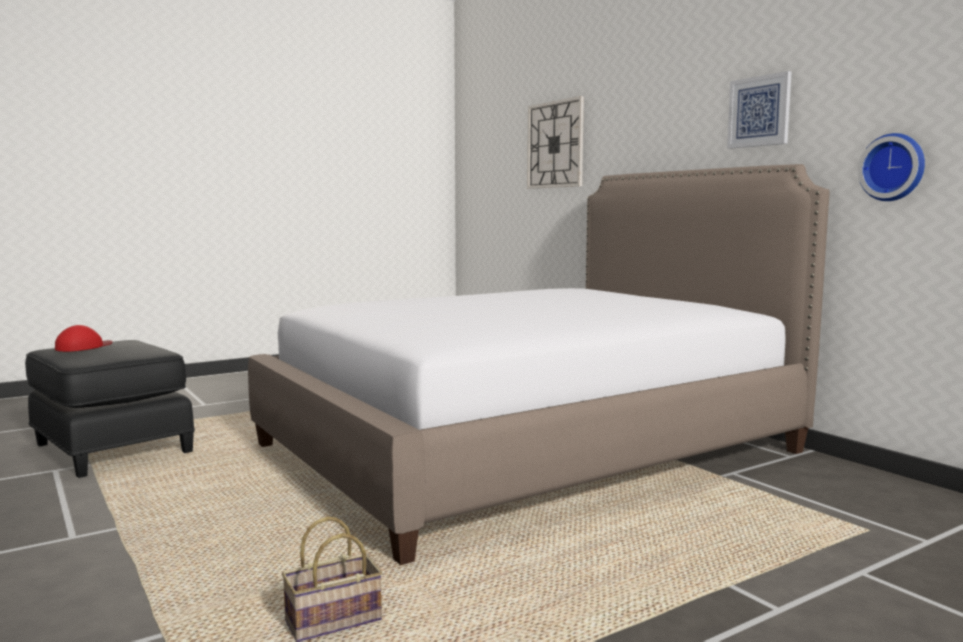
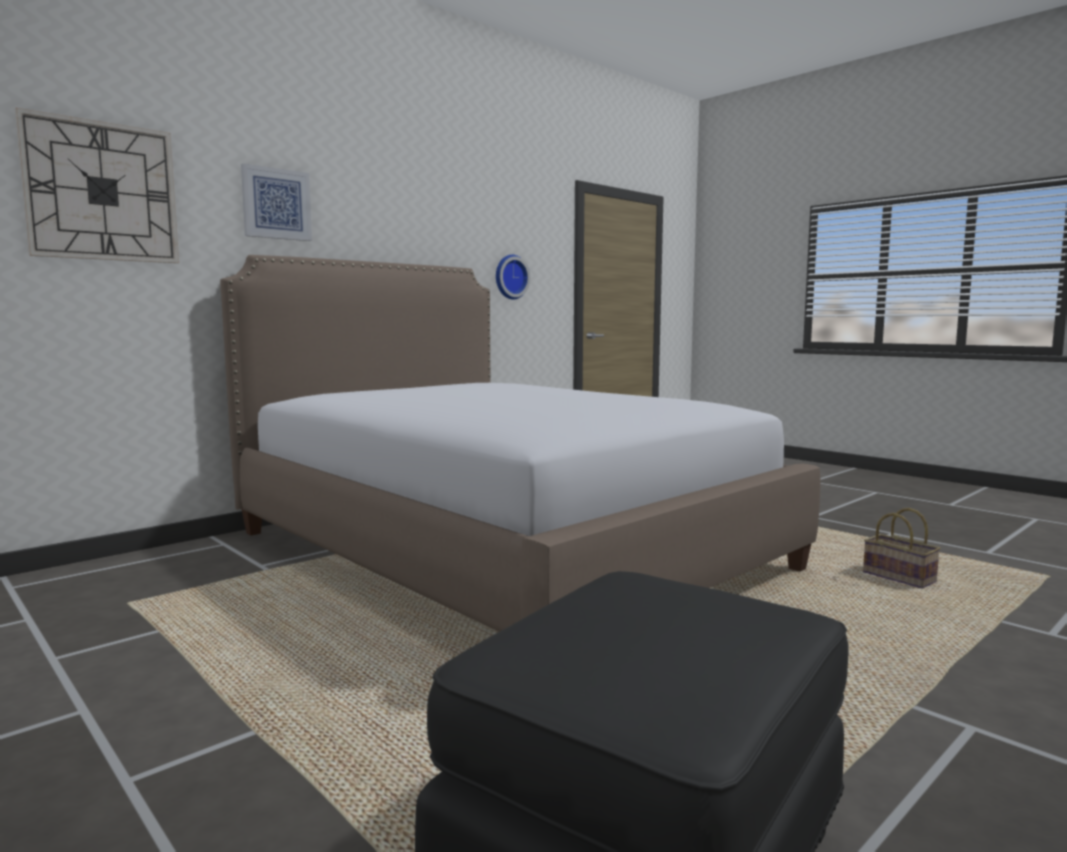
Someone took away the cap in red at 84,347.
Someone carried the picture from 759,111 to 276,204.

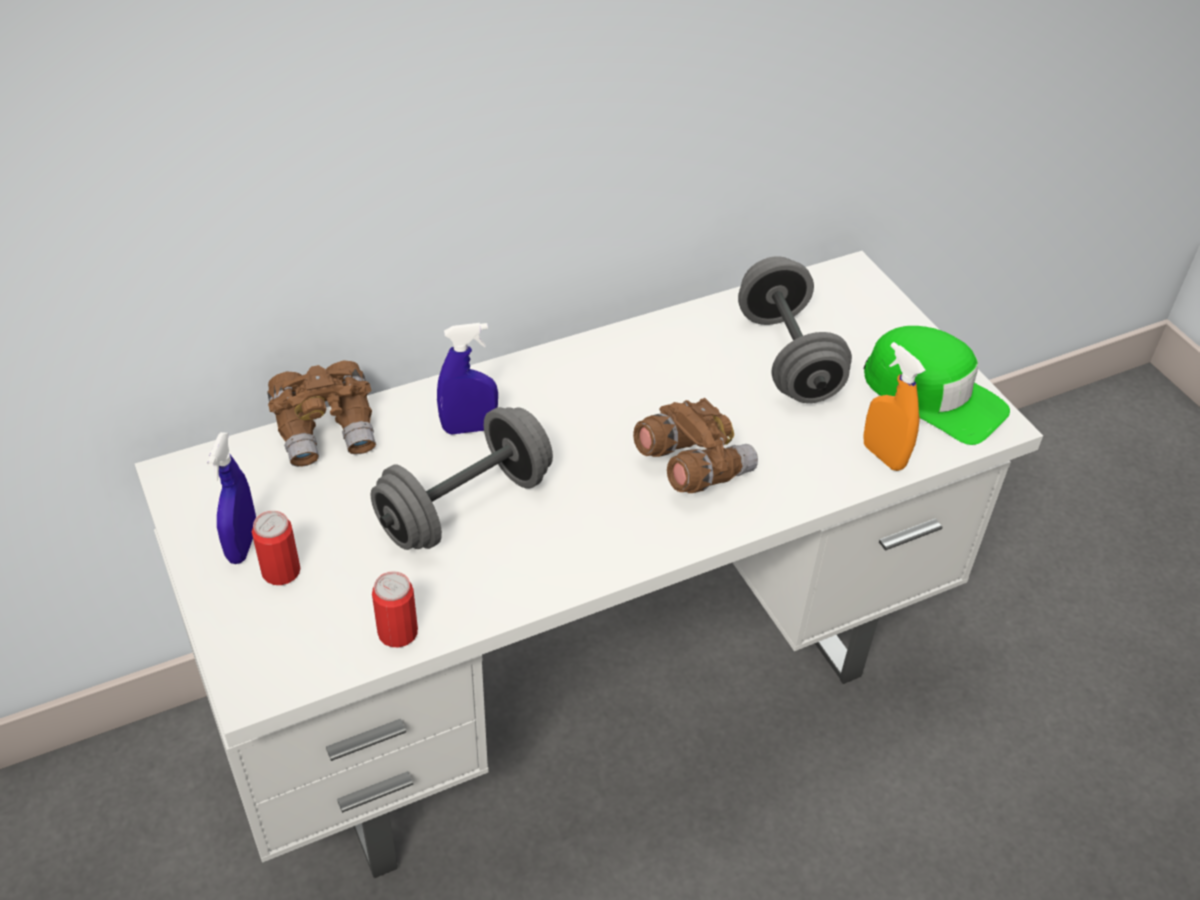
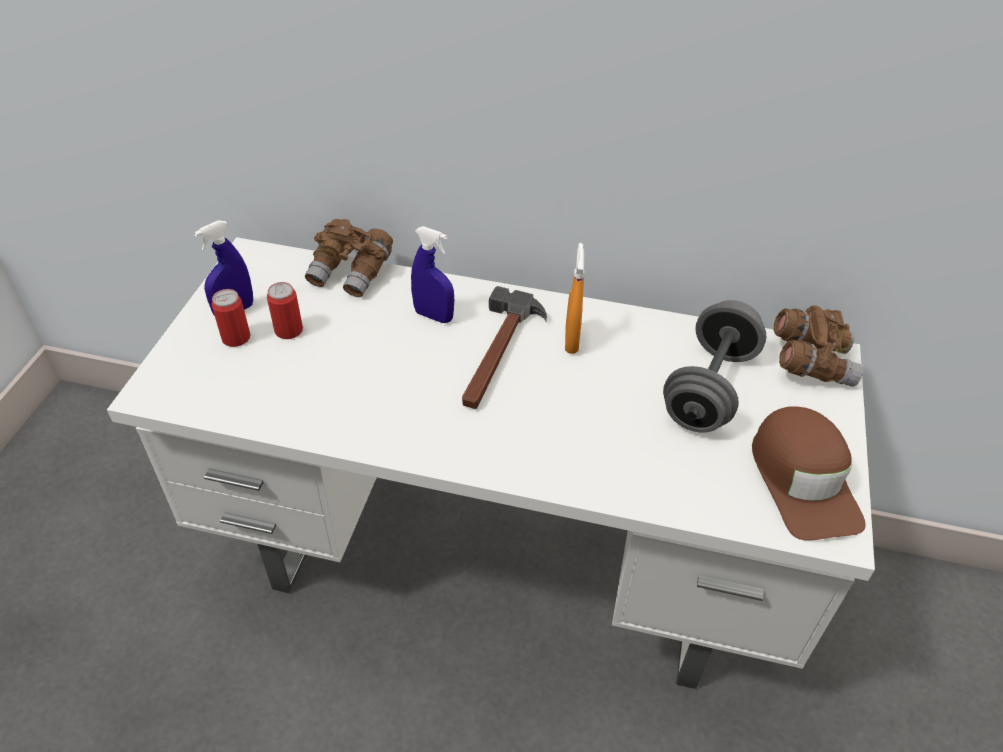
Someone took away the dumbbell in grey at 465,506.
Someone carried the can from 398,632 to 289,330.
Someone carried the binoculars in brown from 692,466 to 810,362.
Someone carried the spray bottle in orange from 883,456 to 571,341.
Someone repainted the cap in green at 933,395, which became the cap in brown at 803,481.
Someone put down the hammer at 498,353.

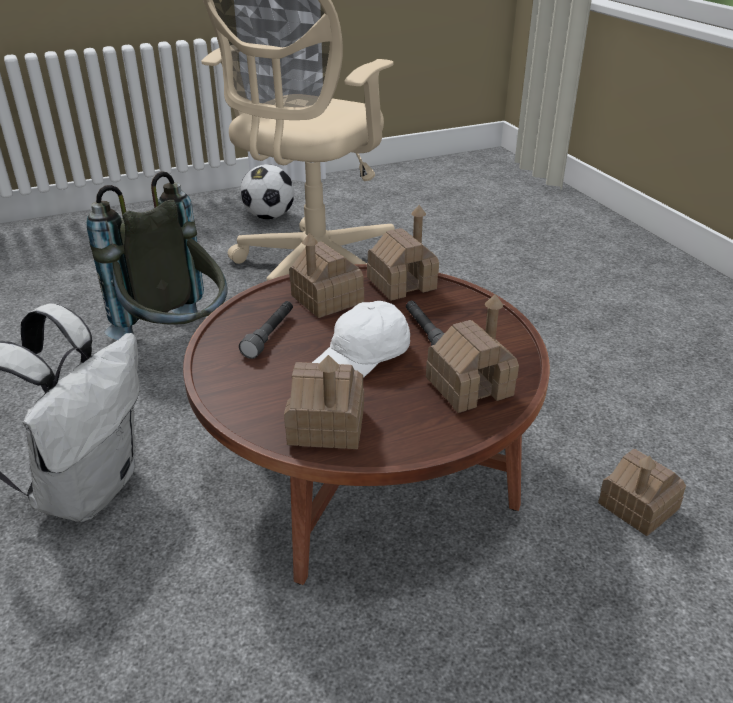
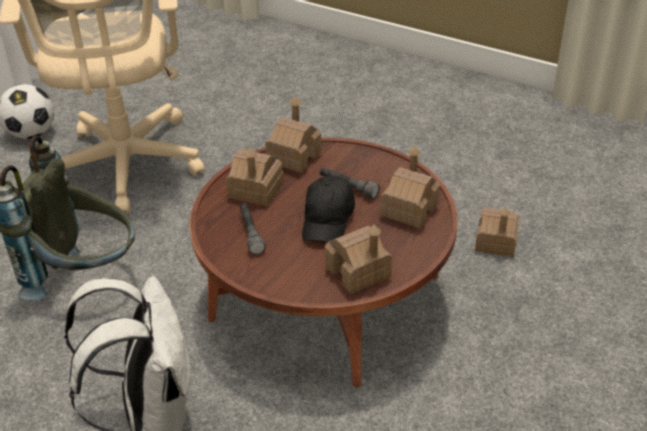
Someone repainted the cap in white at 363,358, which became the cap in black at 328,220.

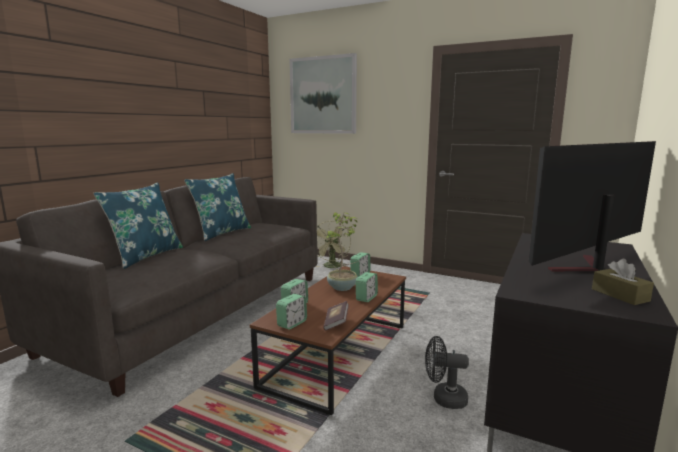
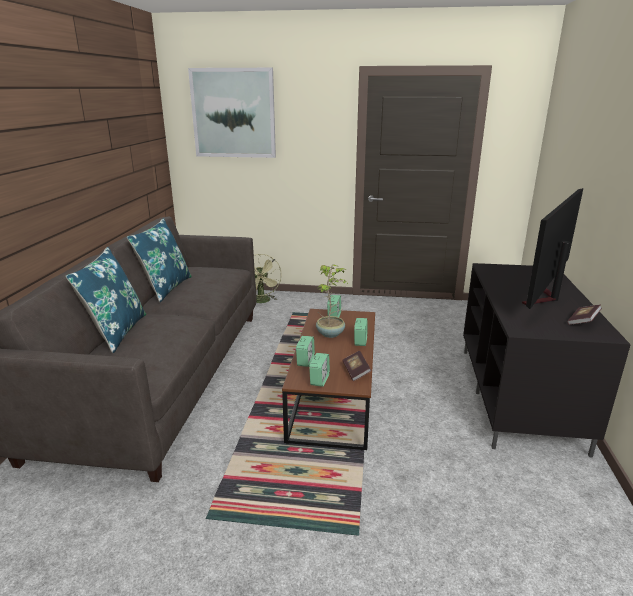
Someone took away the fan in black at 444,398.
Someone swapped the tissue box in brown at 620,295 for the book at 582,321.

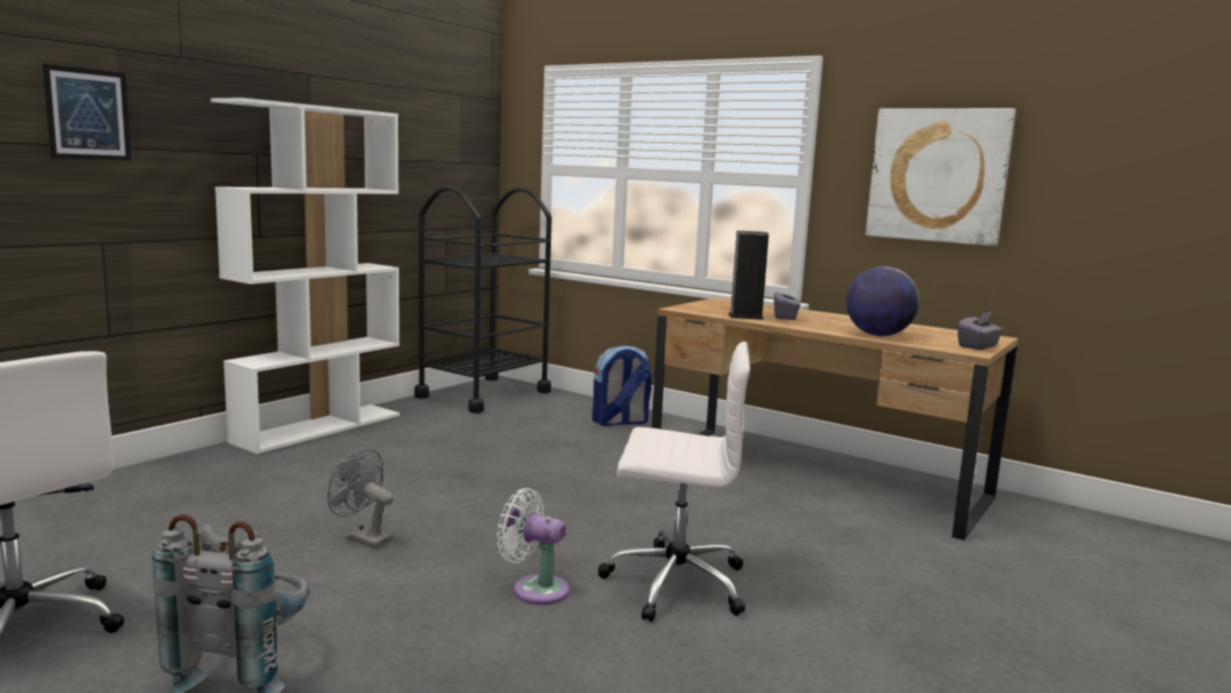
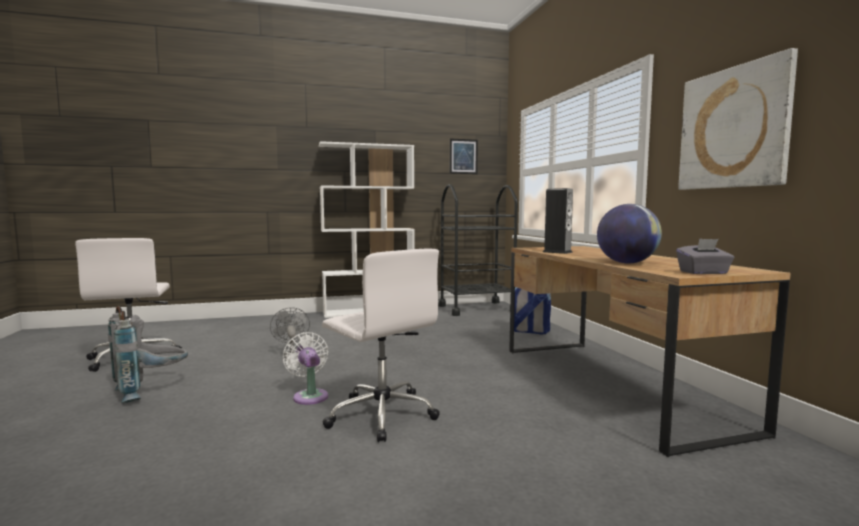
Someone carried the picture from 88,114 to 463,156.
Someone took away the tissue box in grey at 785,317.

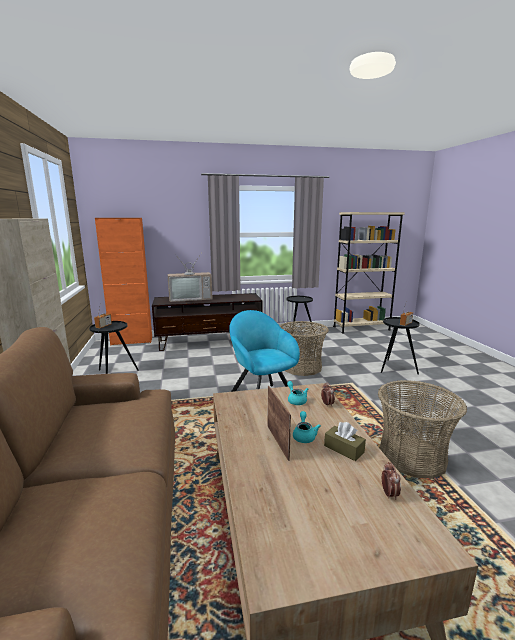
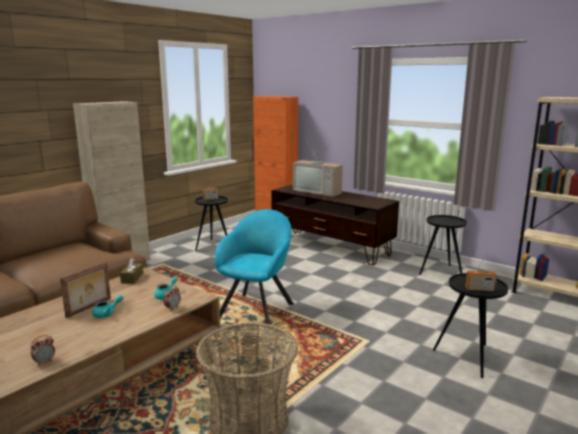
Someone took away the basket at 302,367.
Someone carried the tissue box in brown from 344,449 to 132,278.

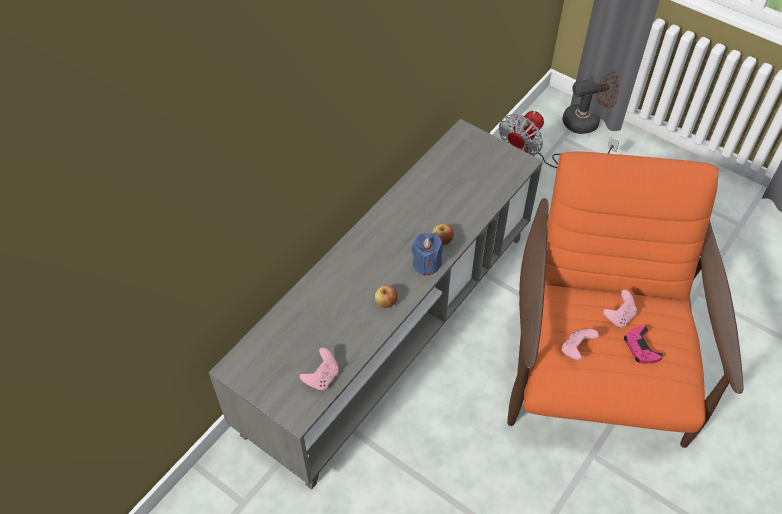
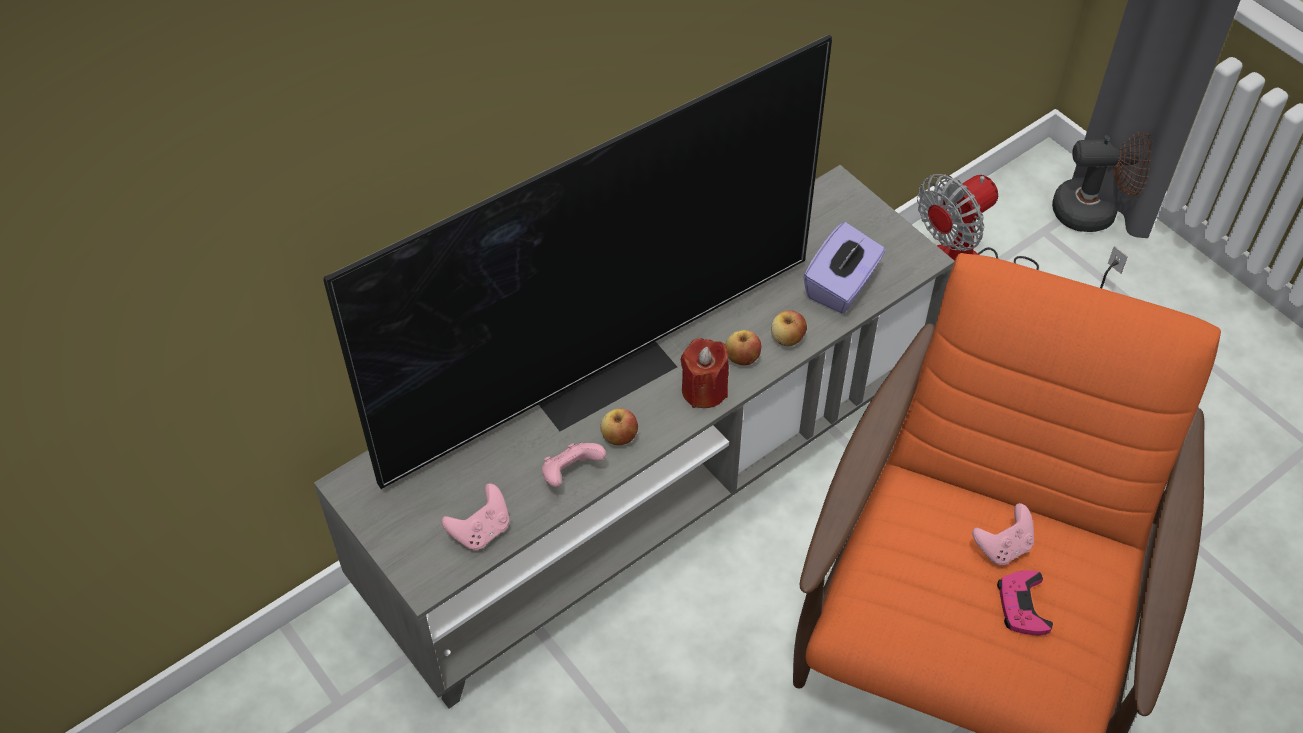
Someone repainted the candle in blue at 426,264, which became the candle in red at 704,390.
Someone carried the game controller in pink from 576,350 to 571,473.
Someone put down the television at 600,371.
Someone put down the apple at 787,338.
Someone put down the tissue box in purple at 841,286.

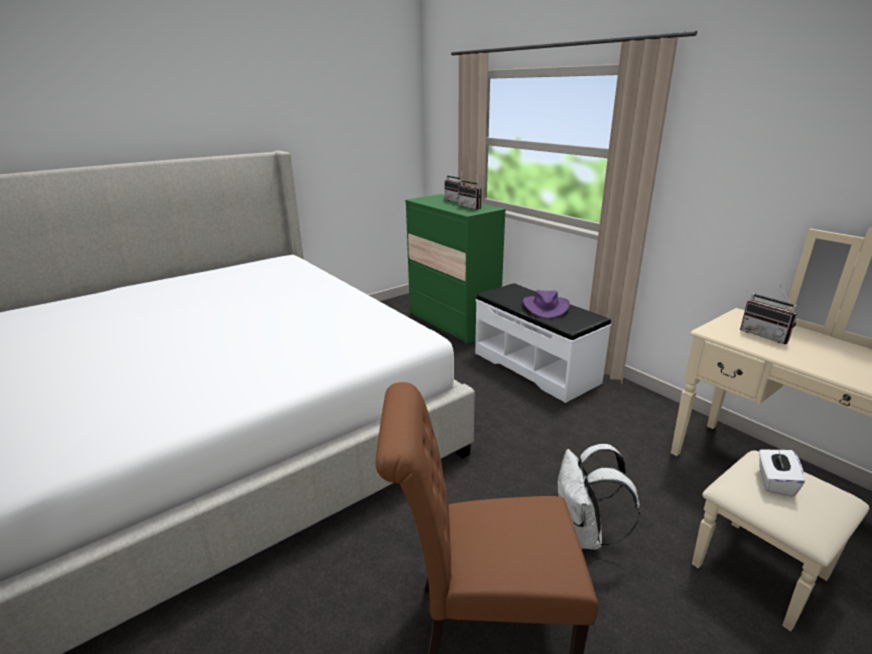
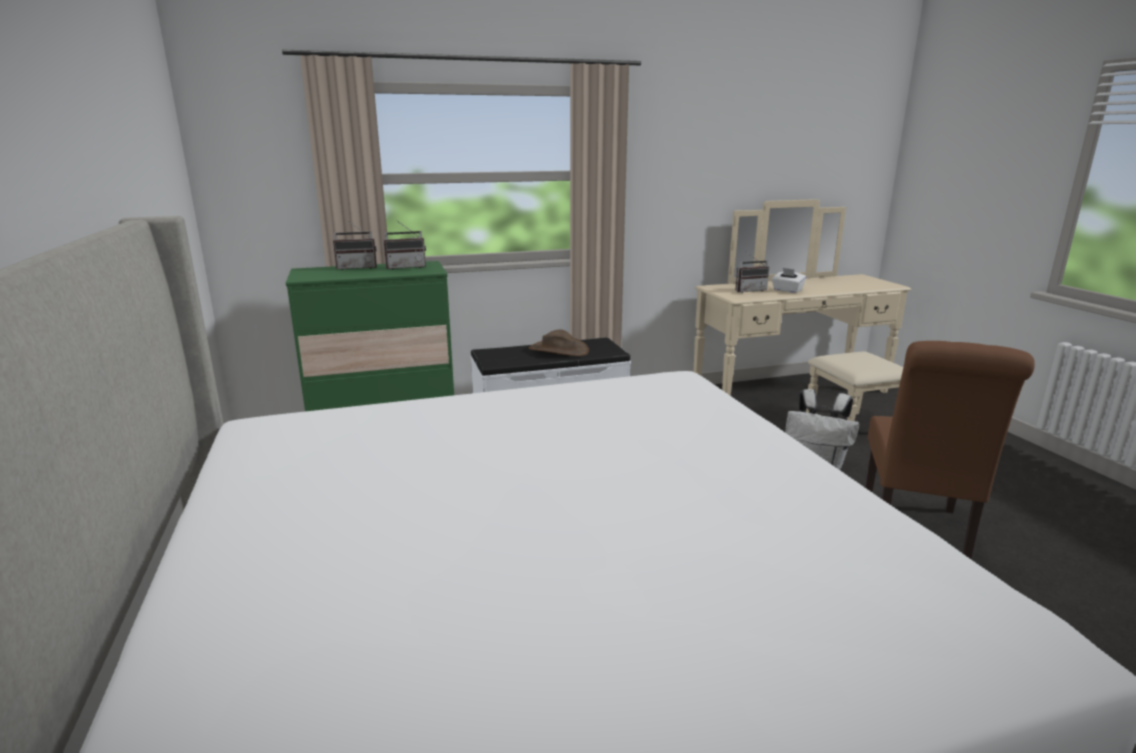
Someone repainted the hat in purple at 545,307, which became the hat in brown at 558,350.
Someone carried the tissue box in white from 774,482 to 787,290.

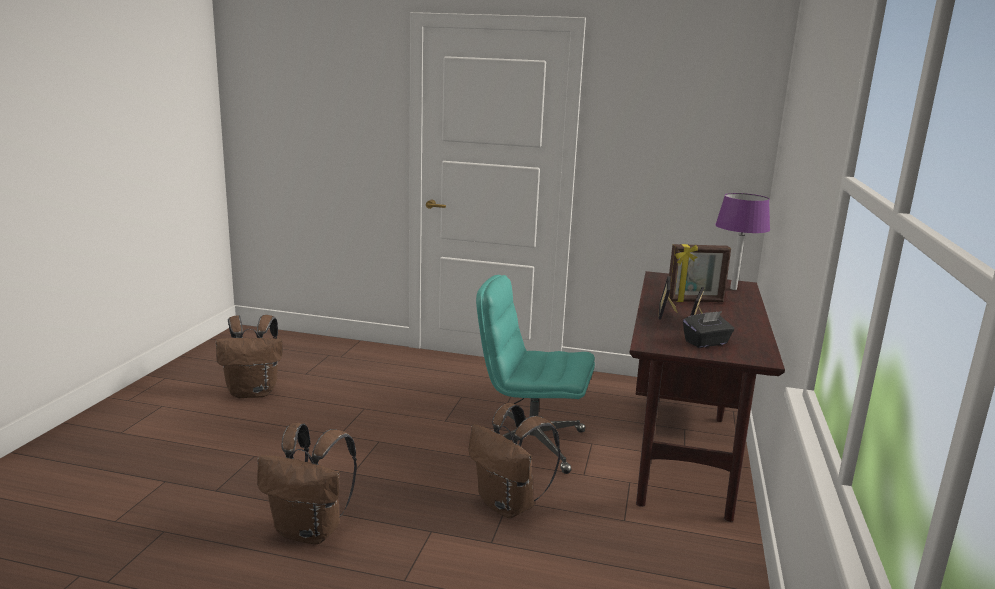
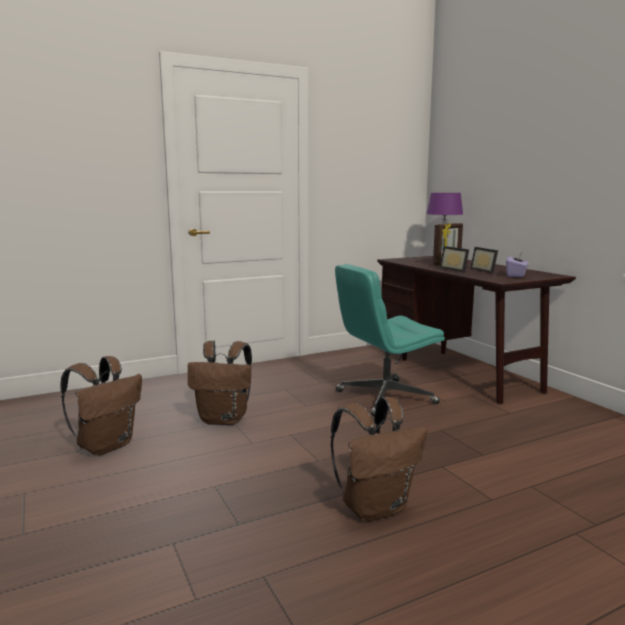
Someone carried the backpack in brown from 509,505 to 224,419.
Someone repainted the tissue box in black at 706,343, which became the tissue box in purple at 516,275.

